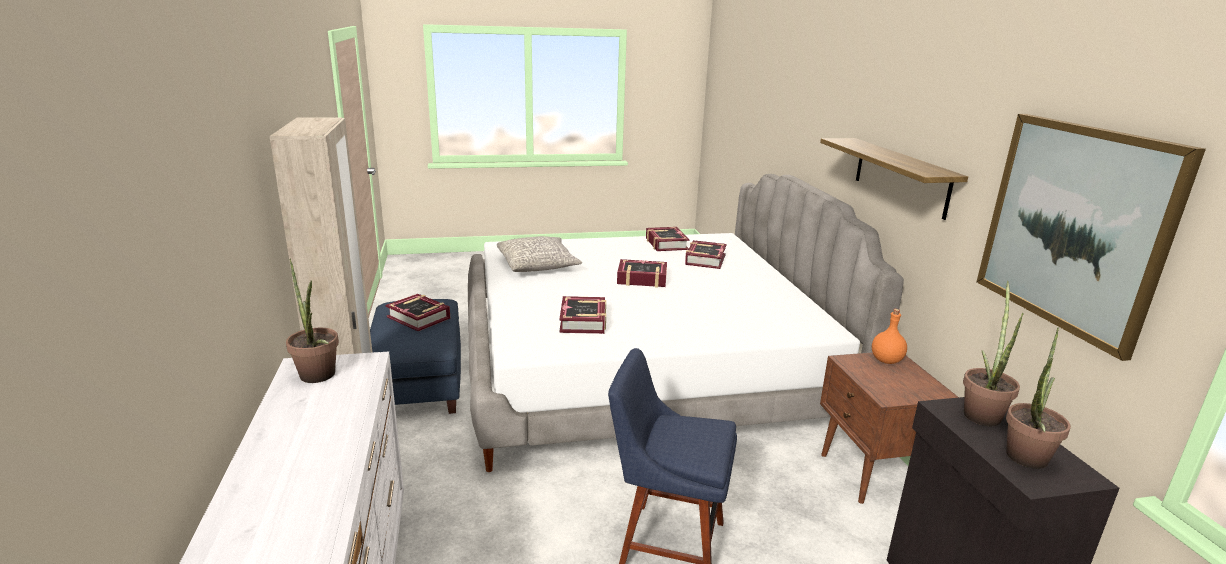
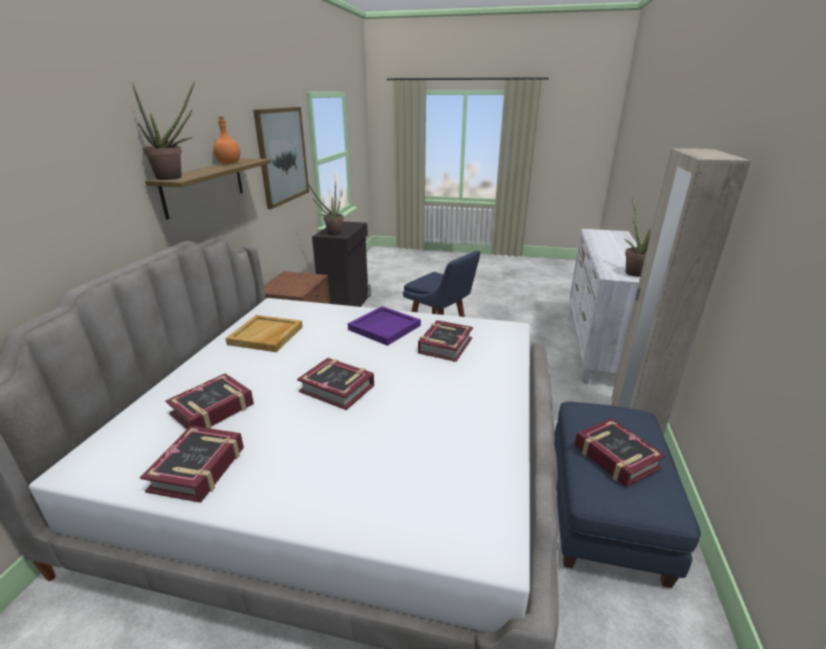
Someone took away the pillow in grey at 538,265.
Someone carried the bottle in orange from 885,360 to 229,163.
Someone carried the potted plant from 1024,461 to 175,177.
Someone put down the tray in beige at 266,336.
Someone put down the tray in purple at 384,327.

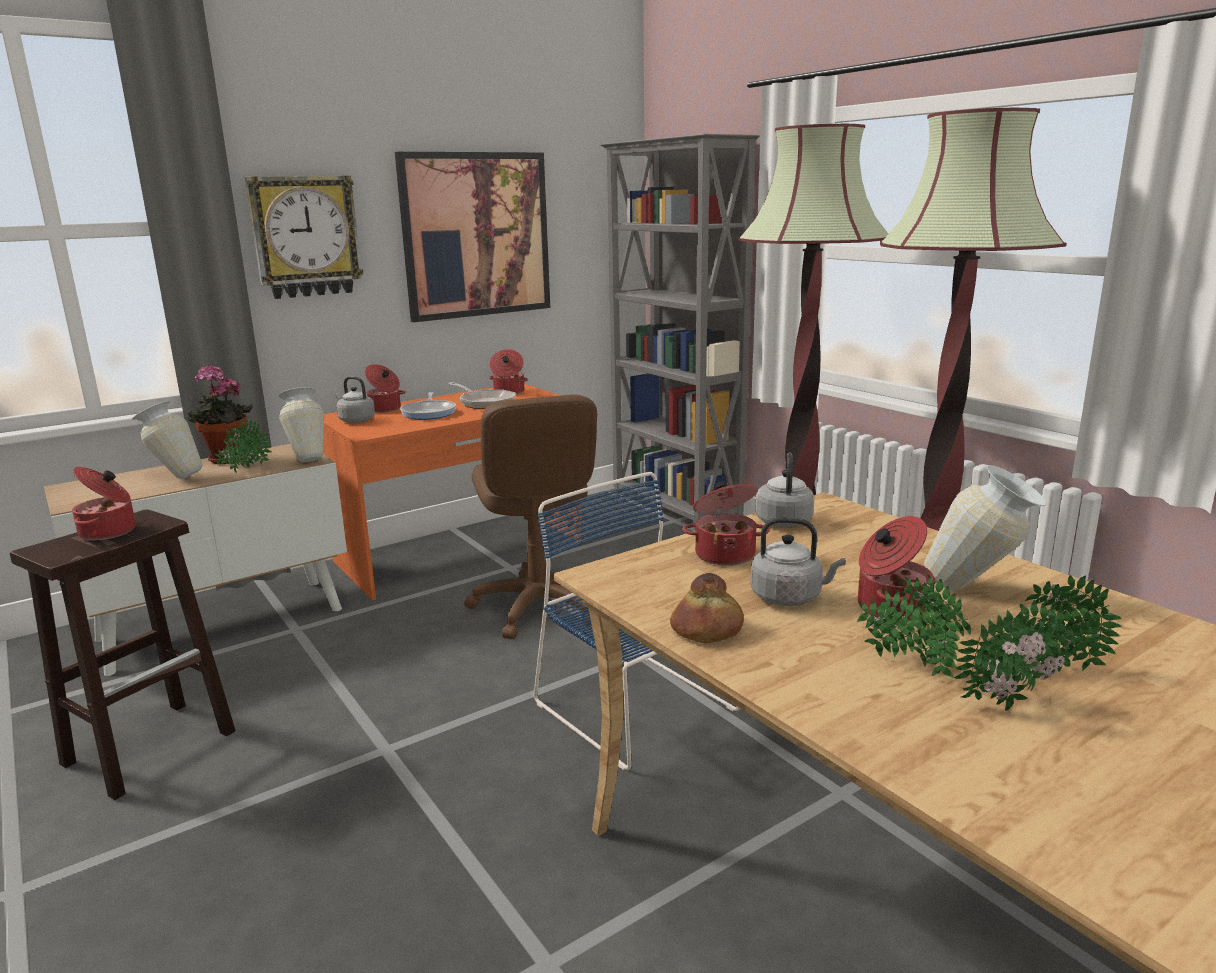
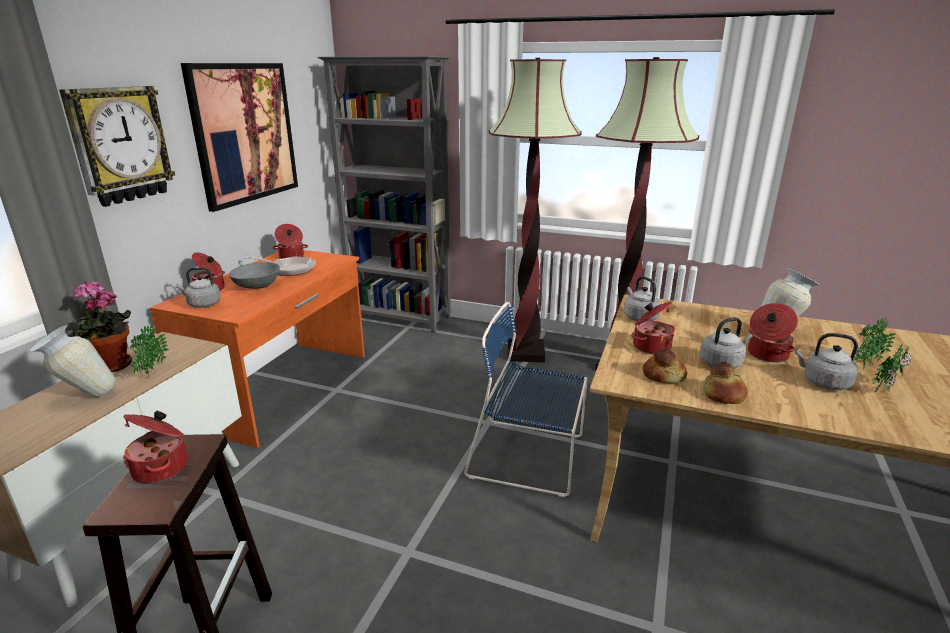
Someone took away the vase at 308,458.
Someone swapped the frying pan at 429,412 for the bowl in grey at 257,285.
Someone took away the office chair in brown at 537,606.
Someone swapped the potted plant at 908,664 for the kettle in grey at 823,382.
Someone put down the bread at 663,375.

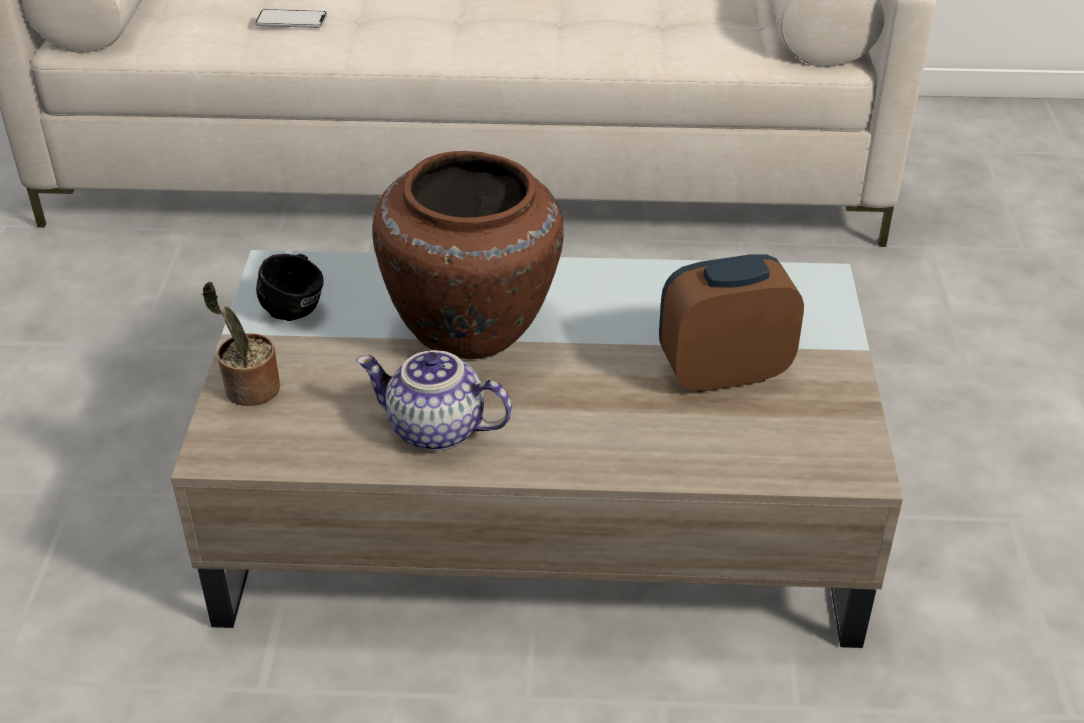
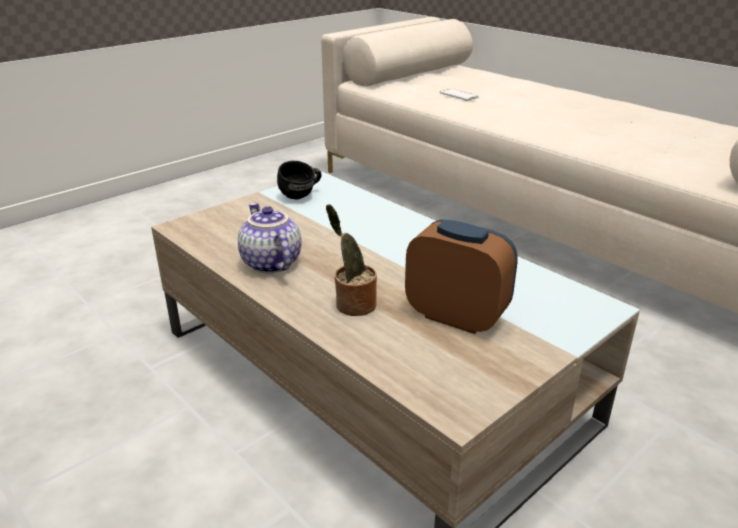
Someone carried the potted plant from 249,390 to 352,305.
Someone took away the vase in brown at 472,330.

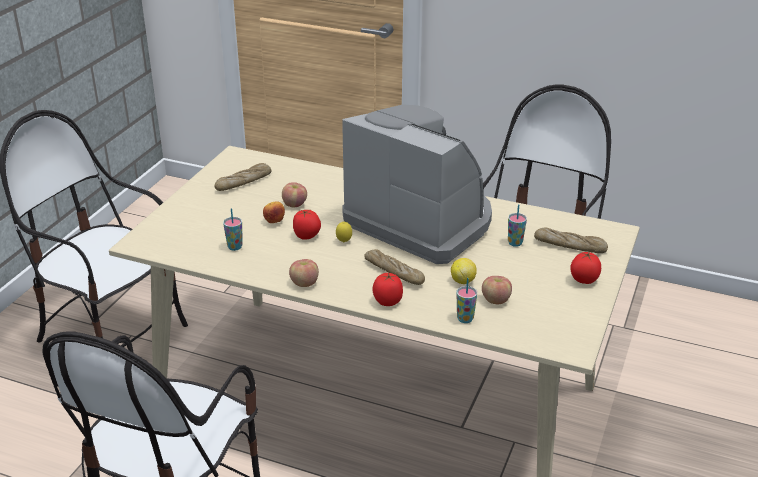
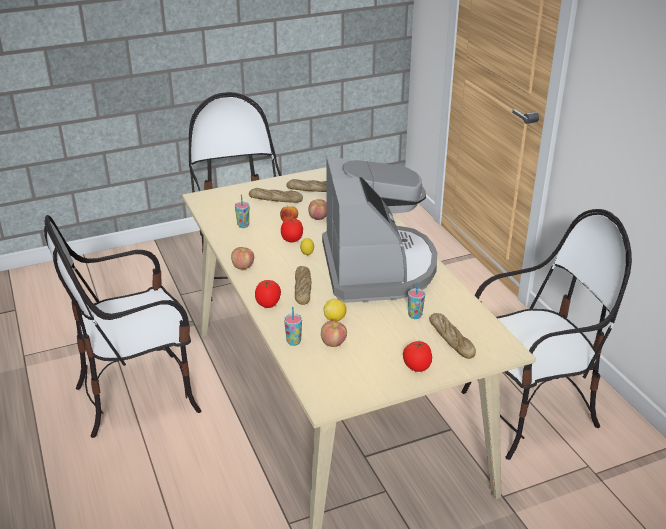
Someone put down the bread at 275,200.

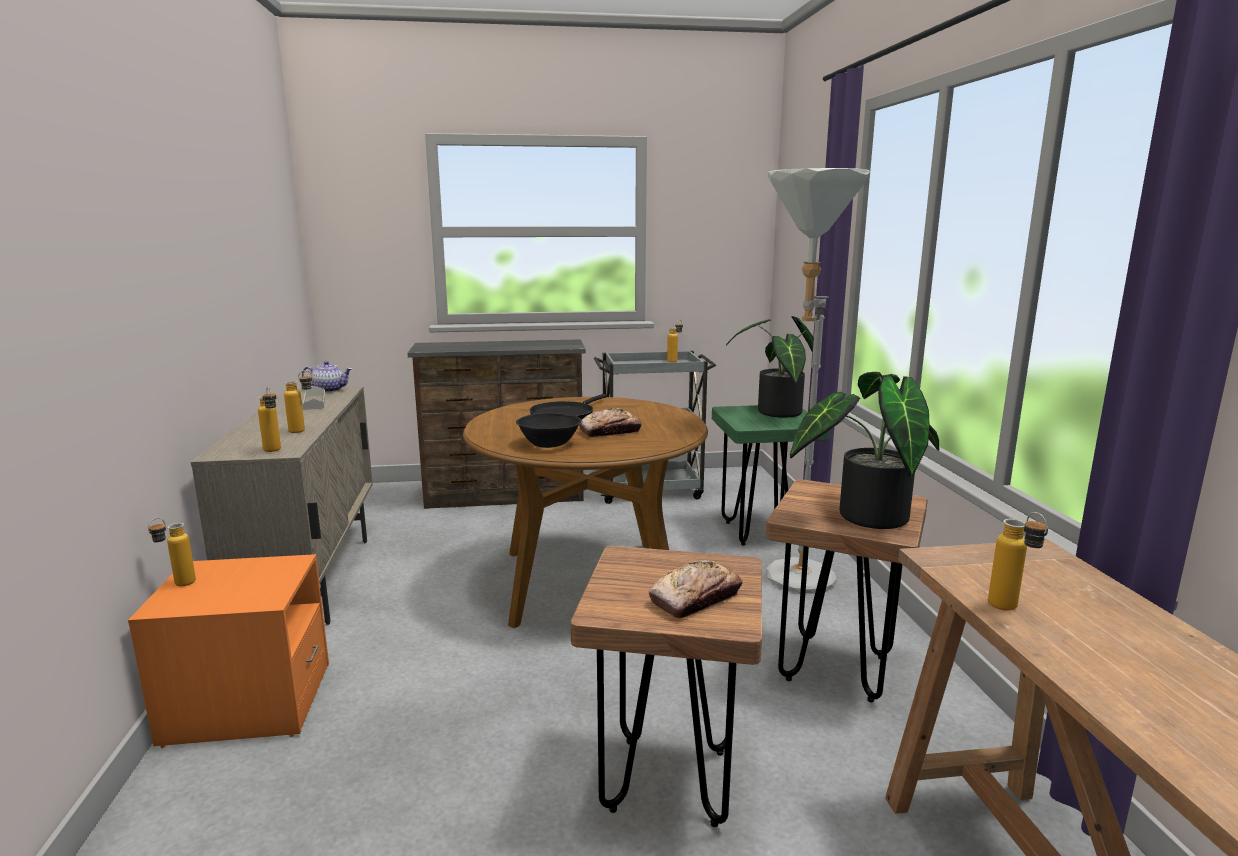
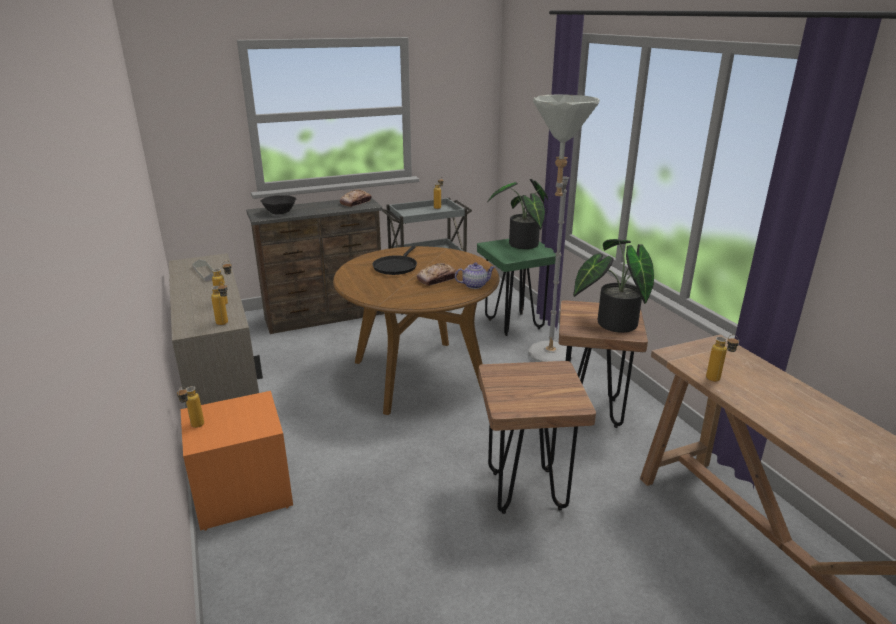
Someone carried the teapot from 329,390 to 474,285.
Someone carried the bowl in black from 549,443 to 280,212.
Someone carried the bread from 695,598 to 356,202.

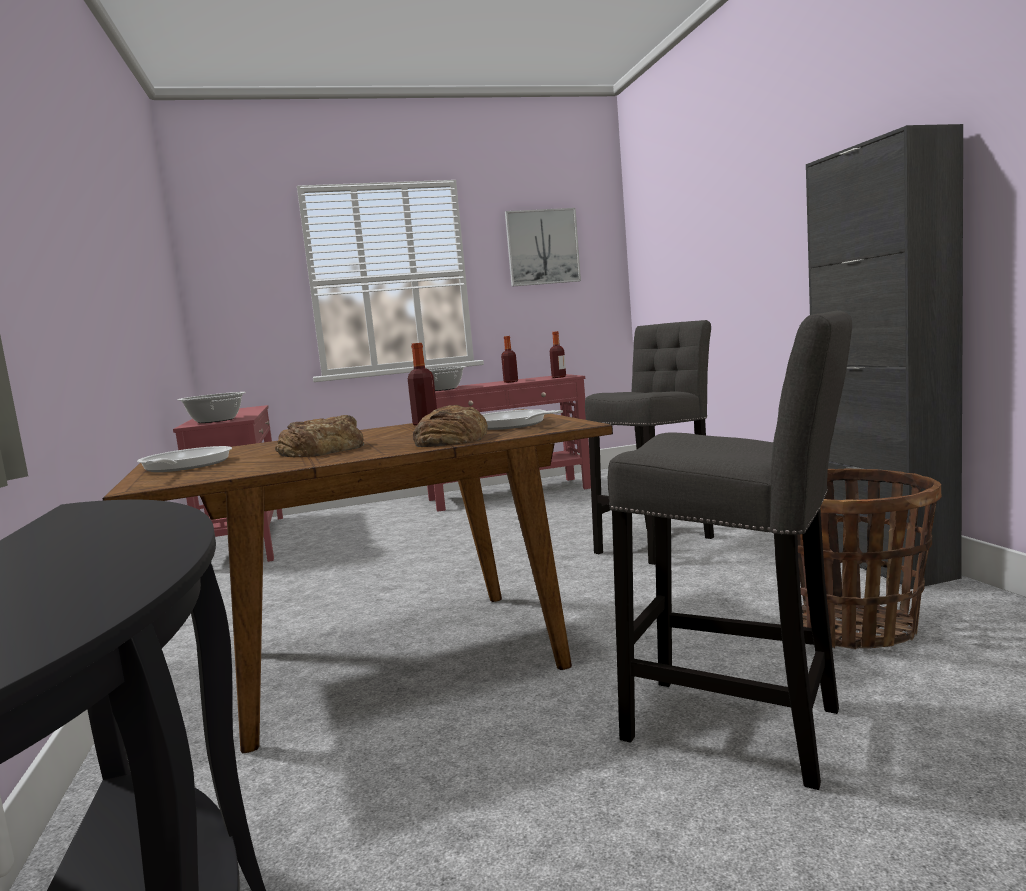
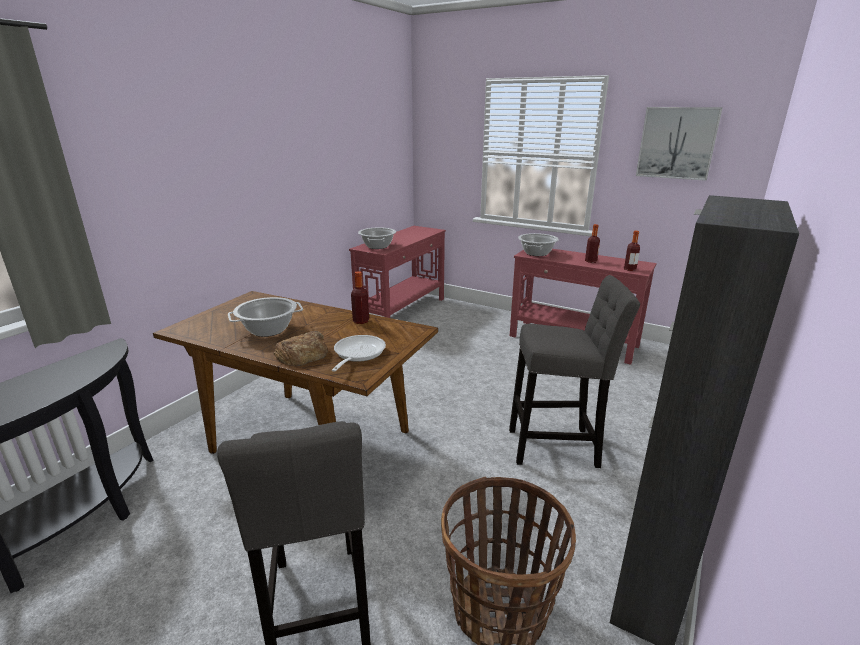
Someone took away the frying pan at 183,466.
Someone swapped the bread at 323,450 for the cooking pot at 268,330.

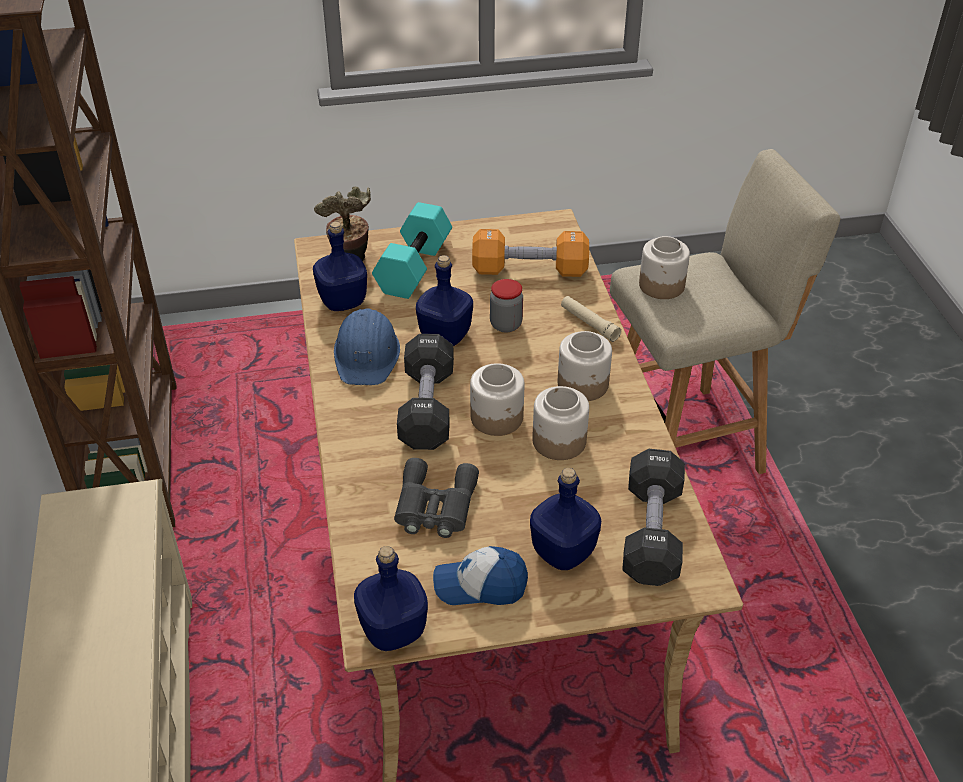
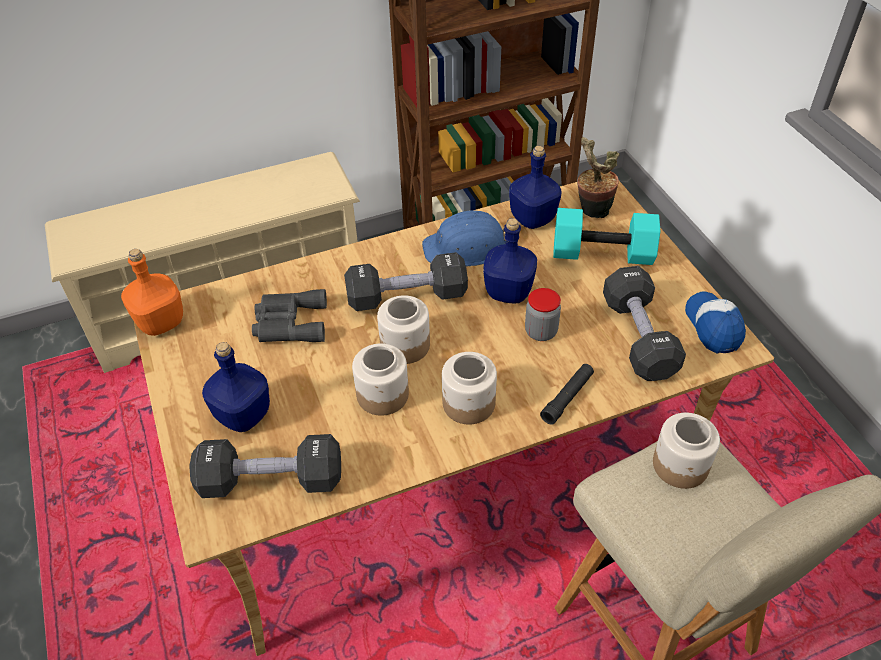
Someone repainted the bottle in blue at 394,630, which became the bottle in orange at 161,323.
Someone carried the cap from 480,585 to 713,326.
Someone repainted the dumbbell in orange at 529,270, which became the dumbbell in black at 638,337.
Someone repainted the flashlight in beige at 589,323, which became the flashlight in black at 567,397.

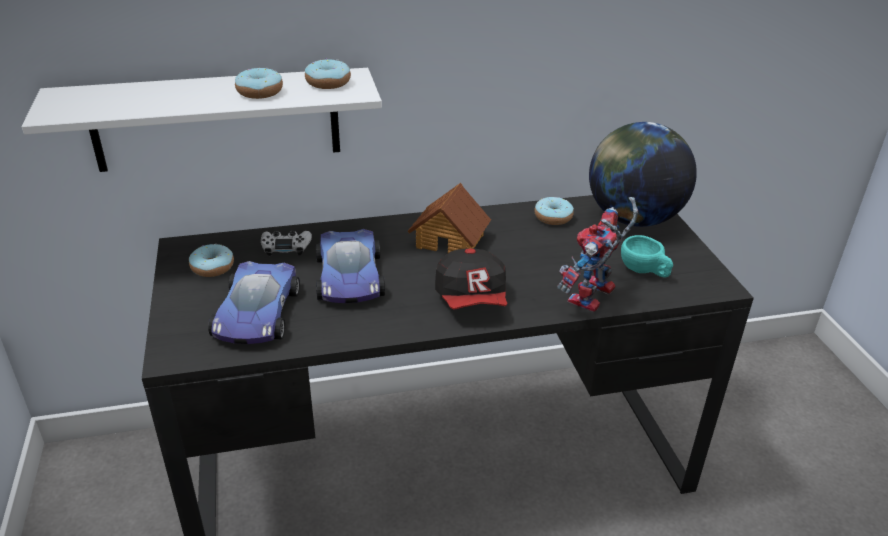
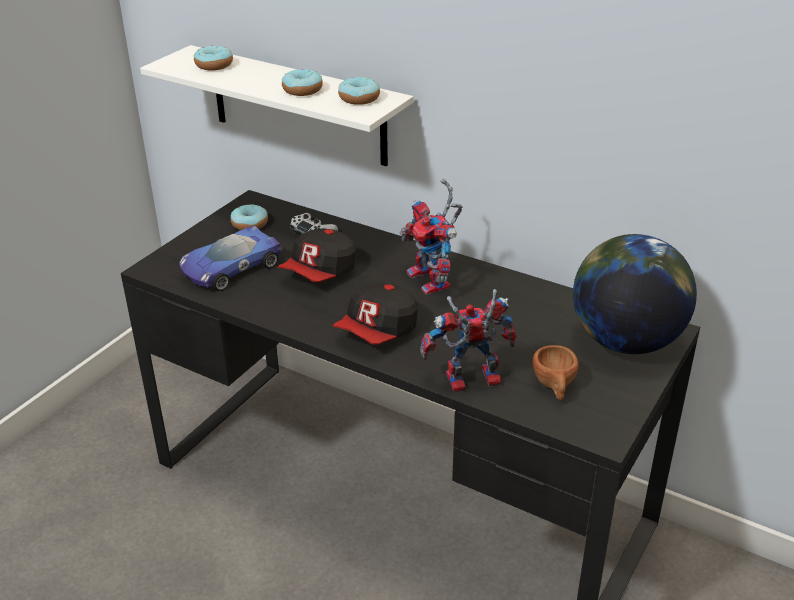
Someone swapped the toy car at 349,277 for the cap at 320,273.
Someone swapped the toy house at 450,240 for the toy robot at 434,282.
Someone carried the donut from 553,217 to 214,65.
Someone repainted the cup in turquoise at 644,271, which became the cup in brown at 554,387.

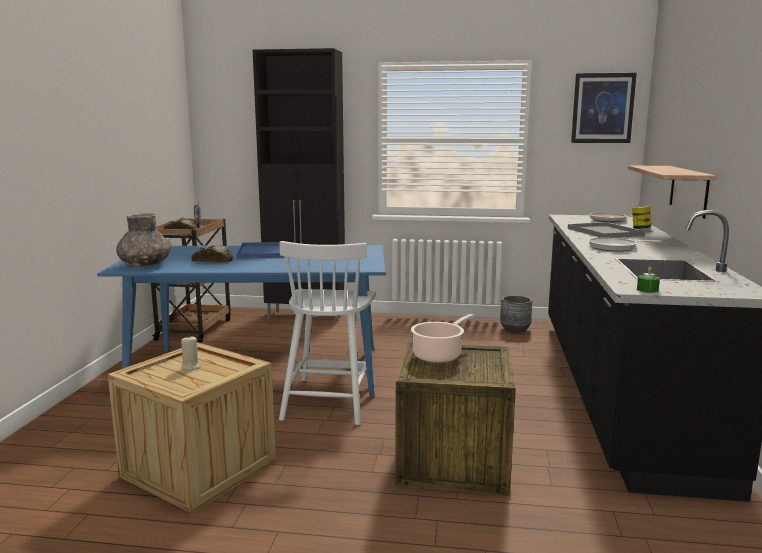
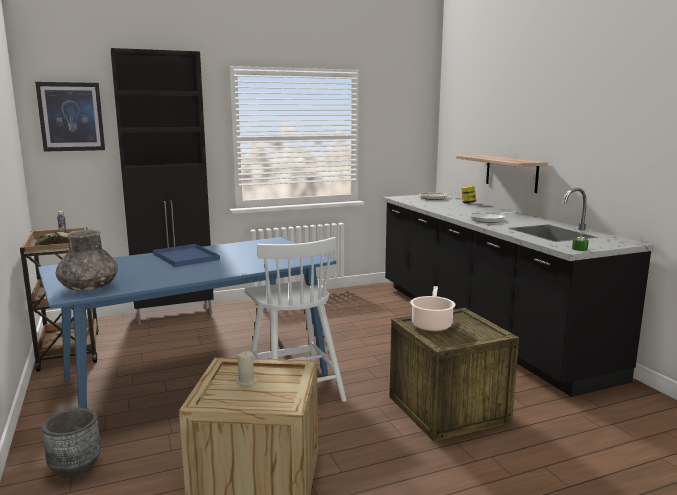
Someone took away the bread at 213,260.
Someone carried the planter in grey from 515,329 to 76,467.
Someone took away the tray in grey at 606,232.
Someone carried the picture from 602,108 to 71,117.

